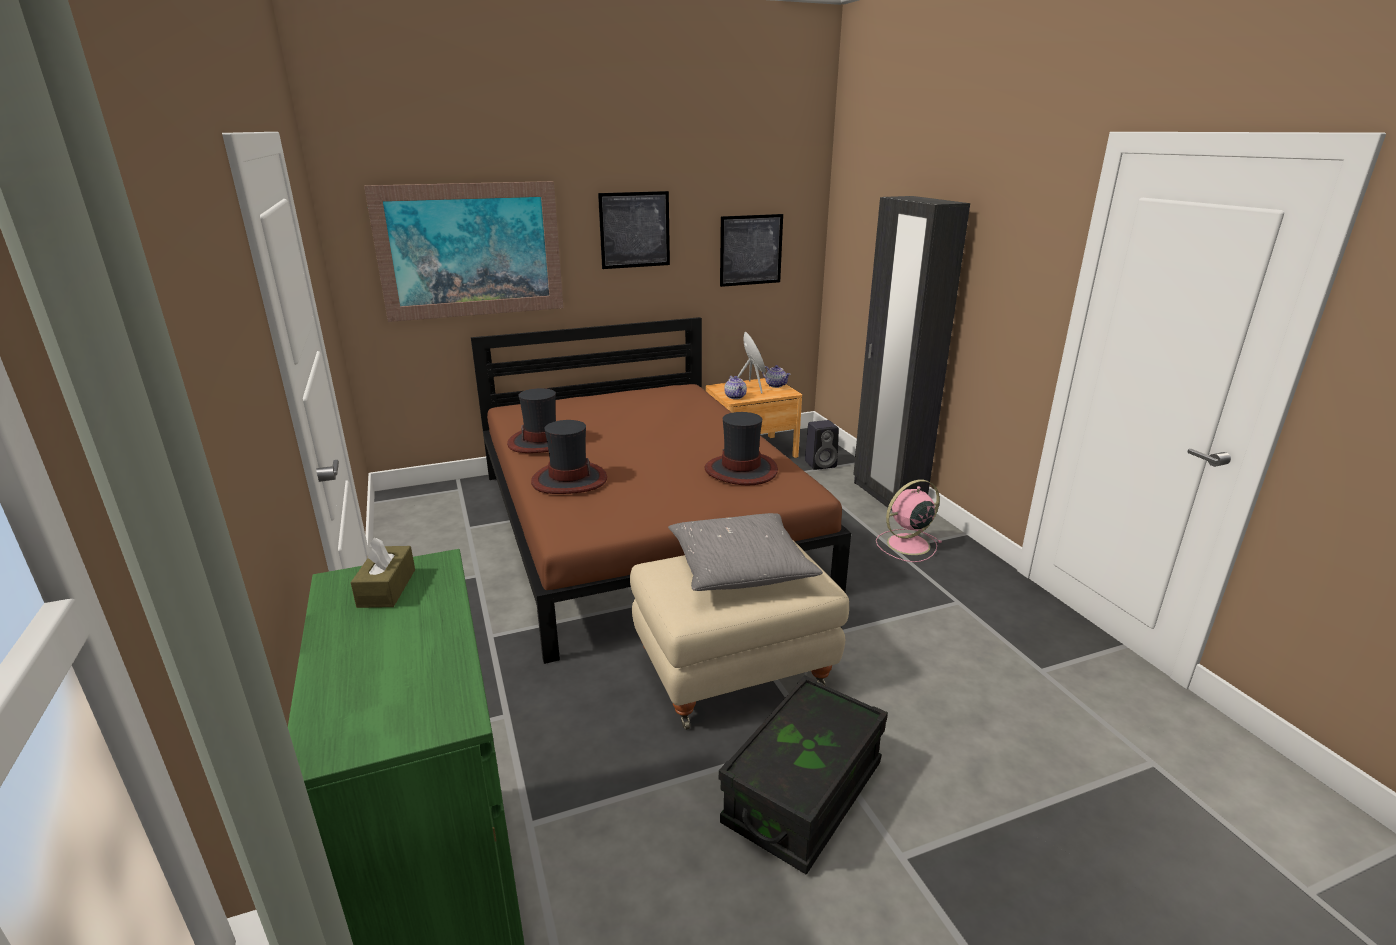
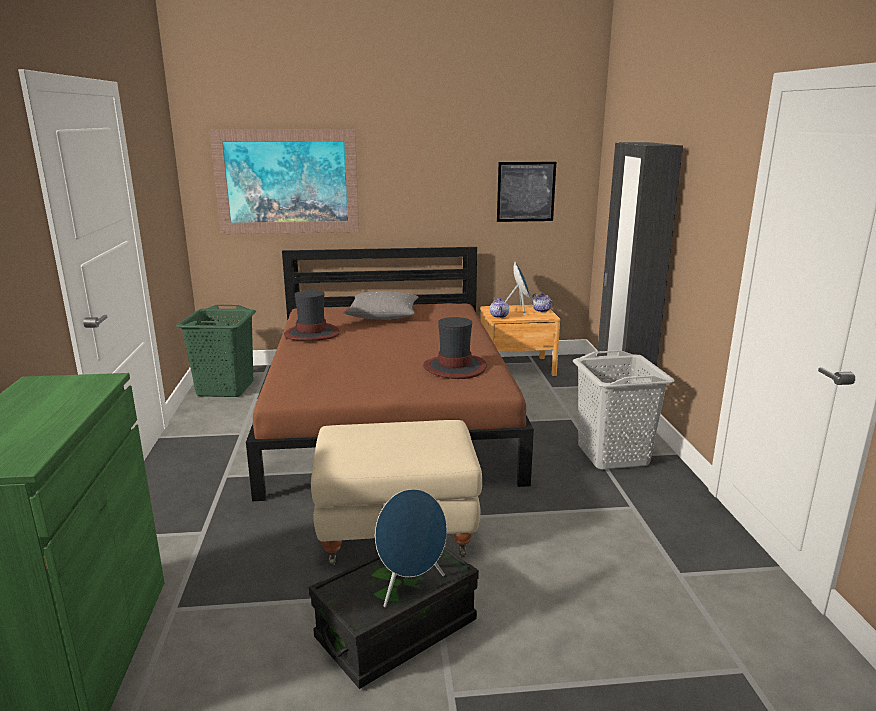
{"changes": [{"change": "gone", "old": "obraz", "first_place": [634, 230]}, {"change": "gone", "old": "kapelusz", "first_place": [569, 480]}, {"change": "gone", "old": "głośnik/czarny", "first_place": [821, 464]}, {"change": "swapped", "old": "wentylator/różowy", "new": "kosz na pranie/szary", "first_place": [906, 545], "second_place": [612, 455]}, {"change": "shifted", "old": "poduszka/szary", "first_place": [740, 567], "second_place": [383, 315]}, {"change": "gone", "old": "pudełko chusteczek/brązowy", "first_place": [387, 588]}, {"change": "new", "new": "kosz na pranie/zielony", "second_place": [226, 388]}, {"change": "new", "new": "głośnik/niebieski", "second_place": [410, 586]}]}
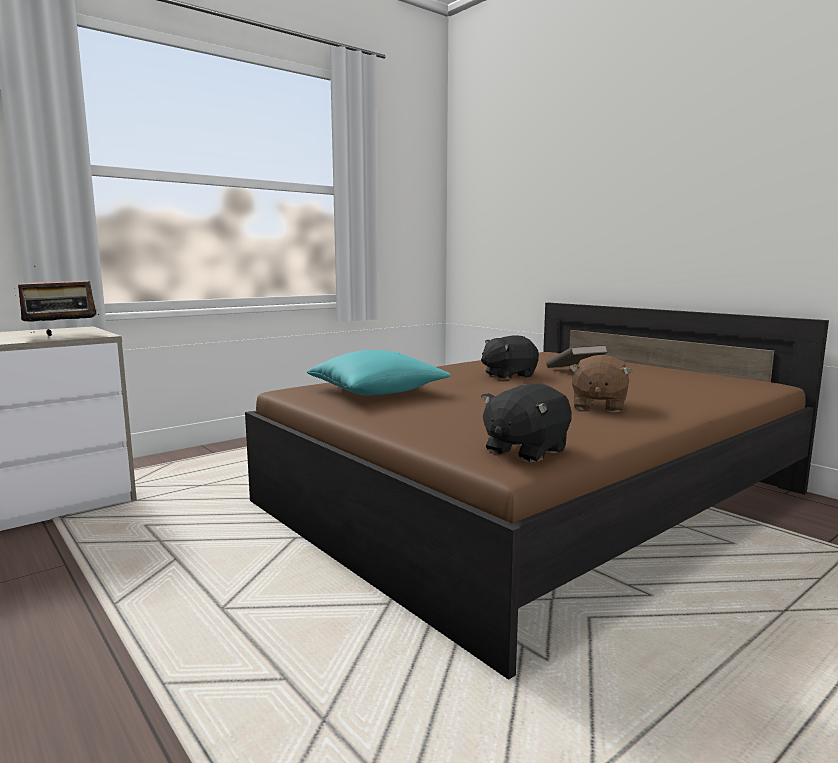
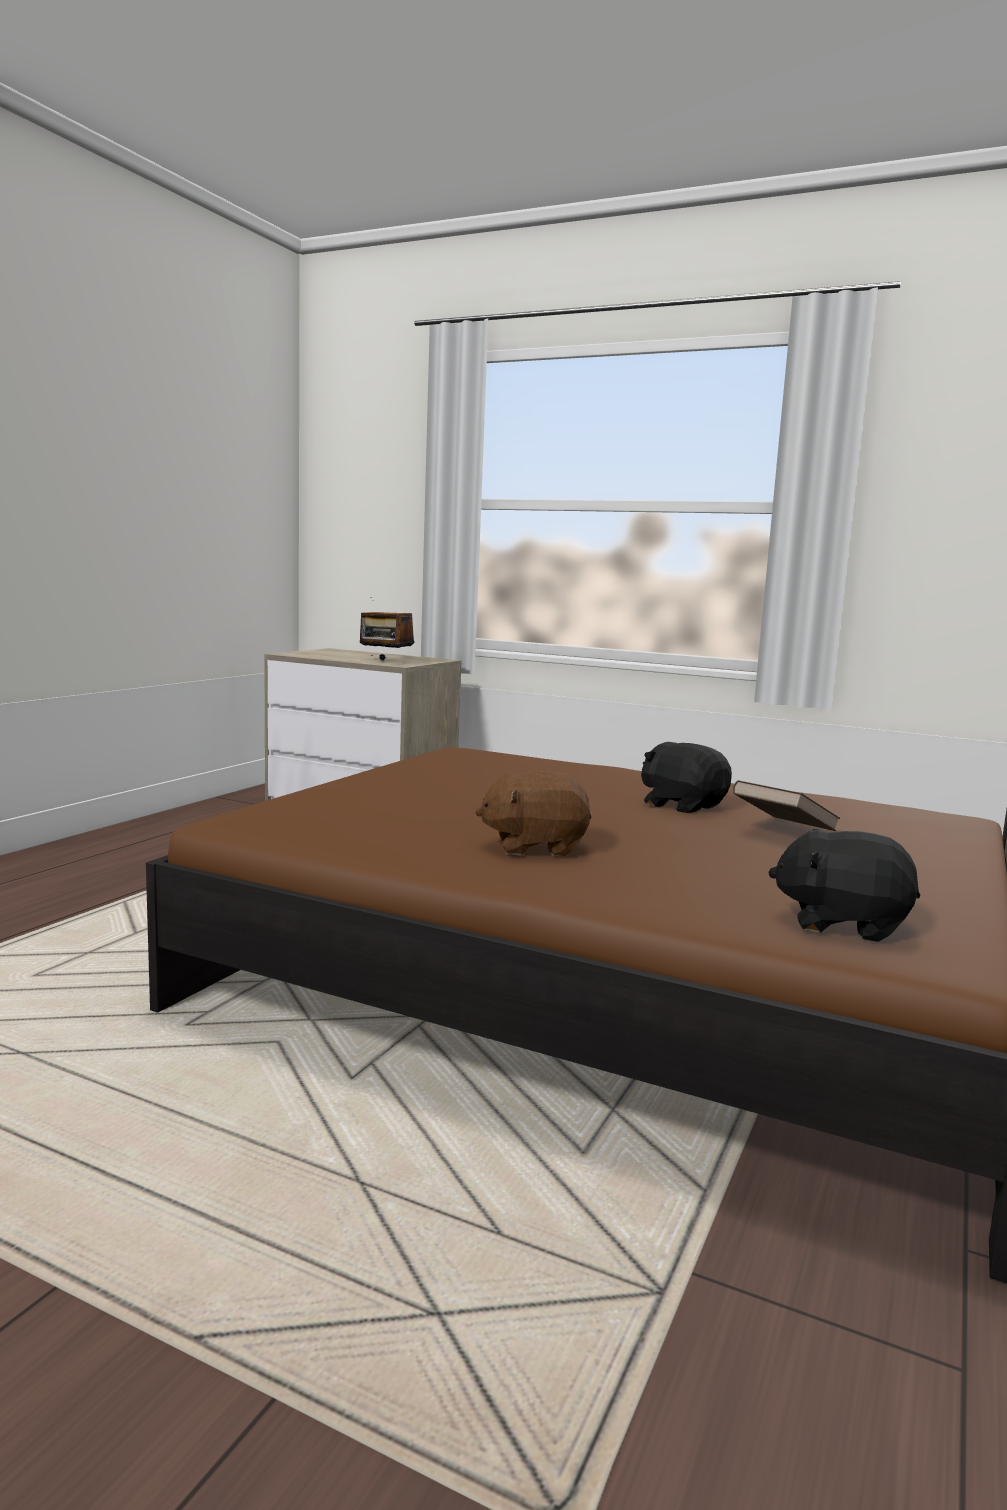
{"changes": [{"change": "gone", "old": "poduszka/turkusowy", "first_place": [377, 391]}, {"change": "shifted", "old": "pluszak/czarny", "first_place": [525, 451], "second_place": [841, 923]}]}
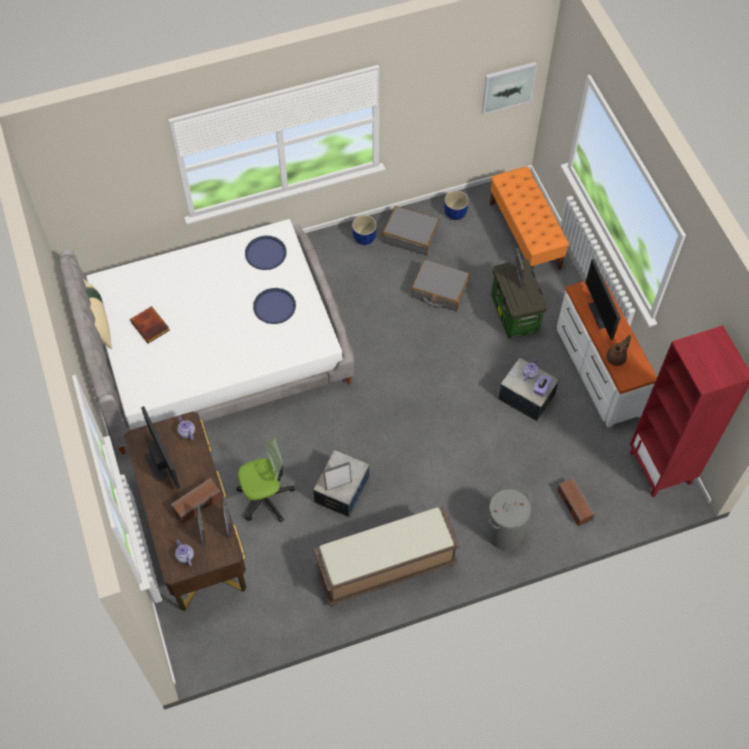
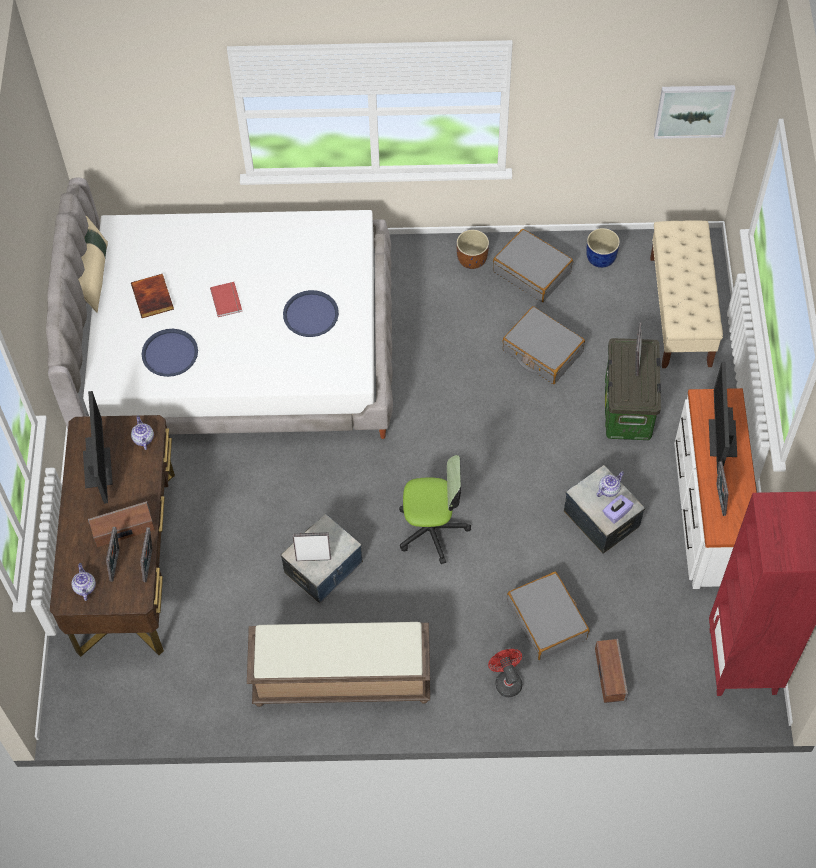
{"changes": [{"change": "repainted", "old": "ławka/pomarańczowy", "new": "ławka/beżowy", "first_place": [525, 236], "second_place": [680, 311]}, {"change": "repainted", "old": "donica/niebieski", "new": "donica/brązowy", "first_place": [364, 238], "second_place": [472, 259]}, {"change": "shifted", "old": "taca/niebieski", "first_place": [265, 253], "second_place": [170, 353]}, {"change": "swapped", "old": "imbryk/brązowy", "new": "ramka na zdjęcie", "first_place": [616, 358], "second_place": [718, 500]}, {"change": "shifted", "old": "krzesło biurowe", "first_place": [265, 497], "second_place": [432, 529]}, {"change": "swapped", "old": "kosz na pranie/szary", "new": "wentylator/czerwony", "first_place": [504, 531], "second_place": [506, 680]}, {"change": "new", "new": "książka/czerwony", "second_place": [227, 300]}, {"change": "new", "new": "walizka/szary", "second_place": [547, 620]}]}
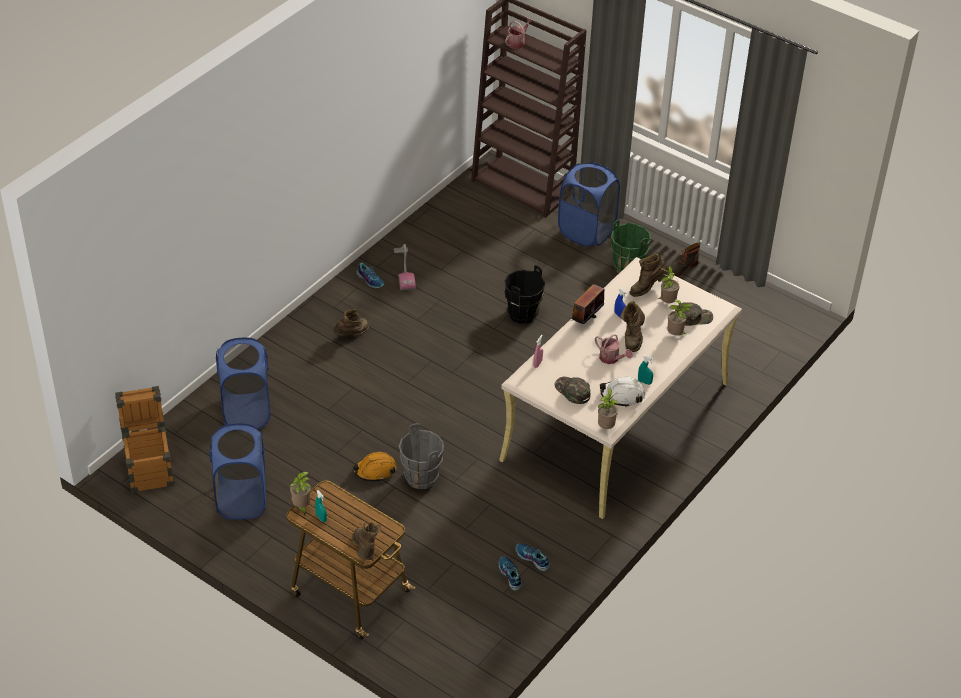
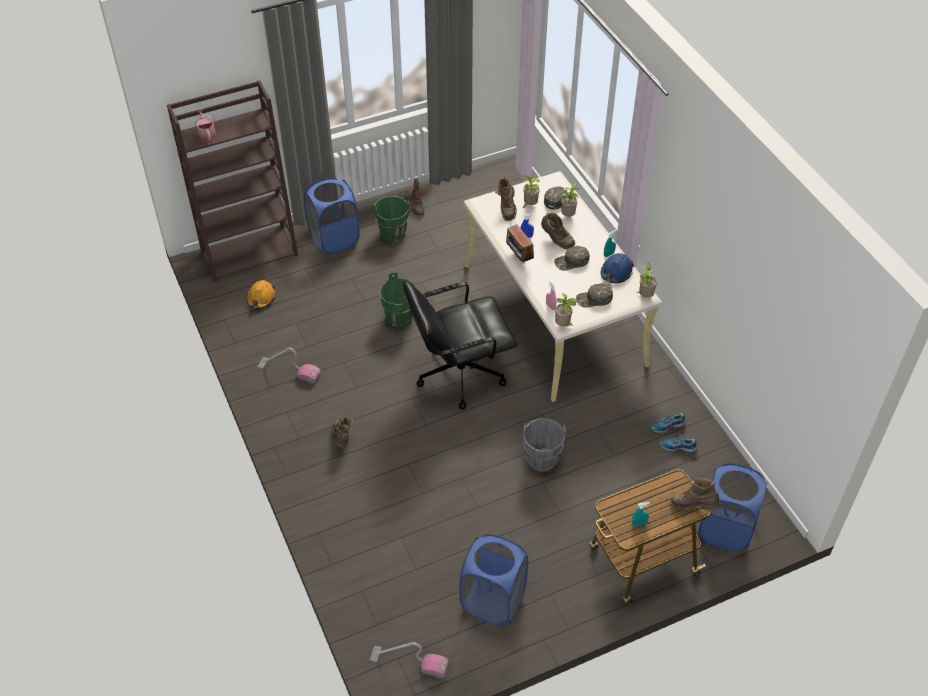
{"changes": [{"change": "gone", "old": "but", "first_place": [370, 280]}, {"change": "repainted", "old": "wiadro/czarny", "new": "wiadro/zielony", "first_place": [522, 314], "second_place": [399, 318]}, {"change": "swapped", "old": "konewka", "new": "czapka z daszkiem/zielony", "first_place": [611, 358], "second_place": [571, 261]}, {"change": "shifted", "old": "kosz na pranie/niebieski", "first_place": [246, 412], "second_place": [725, 529]}, {"change": "repainted", "old": "kask/biały", "new": "kask/niebieski", "first_place": [622, 395], "second_place": [616, 272]}, {"change": "swapped", "old": "skrzynka", "new": "odkurzacz", "first_place": [150, 468], "second_place": [409, 662]}, {"change": "shifted", "old": "kask/pomarańczowy", "first_place": [375, 471], "second_place": [261, 298]}, {"change": "shifted", "old": "roślina doniczkowa", "first_place": [301, 507], "second_place": [563, 325]}, {"change": "new", "new": "krzesło biurowe/czarny", "second_place": [459, 373]}]}
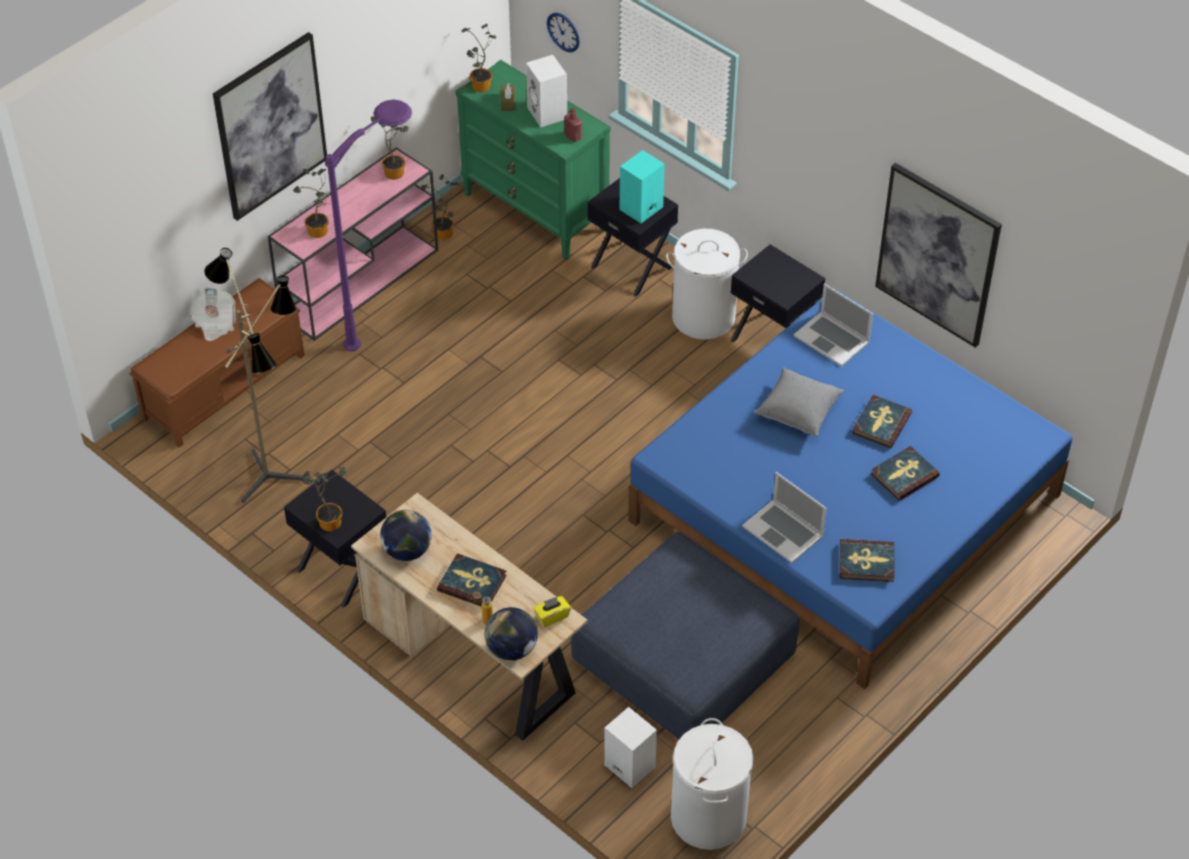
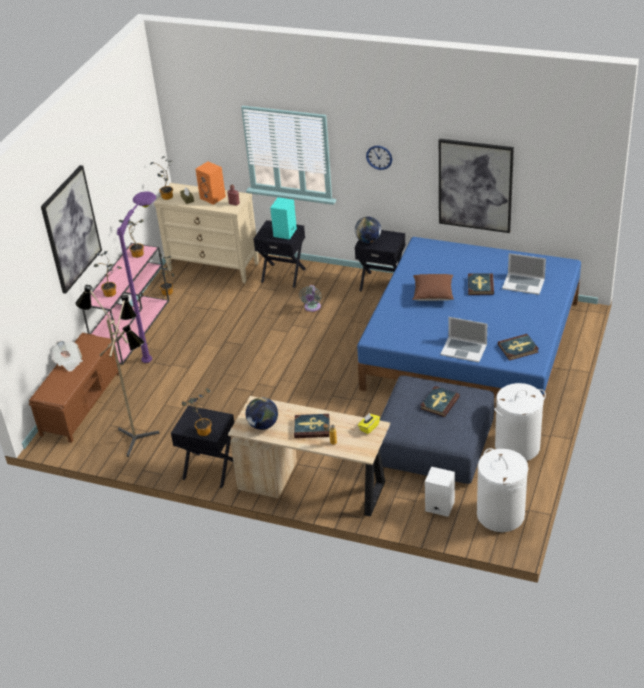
{"changes": [{"change": "shifted", "old": "zegar ścienny", "first_place": [563, 32], "second_place": [379, 157]}, {"change": "repainted", "old": "głośnik/biały", "new": "głośnik/pomarańczowy", "first_place": [548, 113], "second_place": [213, 197]}, {"change": "repainted", "old": "komoda/zielony", "new": "komoda/beżowy", "first_place": [536, 212], "second_place": [214, 267]}, {"change": "shifted", "old": "kosz na pranie/biały", "first_place": [703, 317], "second_place": [517, 447]}, {"change": "shifted", "old": "laptop", "first_place": [832, 339], "second_place": [523, 283]}, {"change": "repainted", "old": "poduszka/szary", "new": "poduszka/brązowy", "first_place": [798, 411], "second_place": [433, 294]}, {"change": "shifted", "old": "książka", "first_place": [904, 475], "second_place": [439, 403]}, {"change": "shifted", "old": "globus", "first_place": [512, 649], "second_place": [368, 240]}, {"change": "new", "new": "wentylator/szary", "second_place": [312, 308]}]}
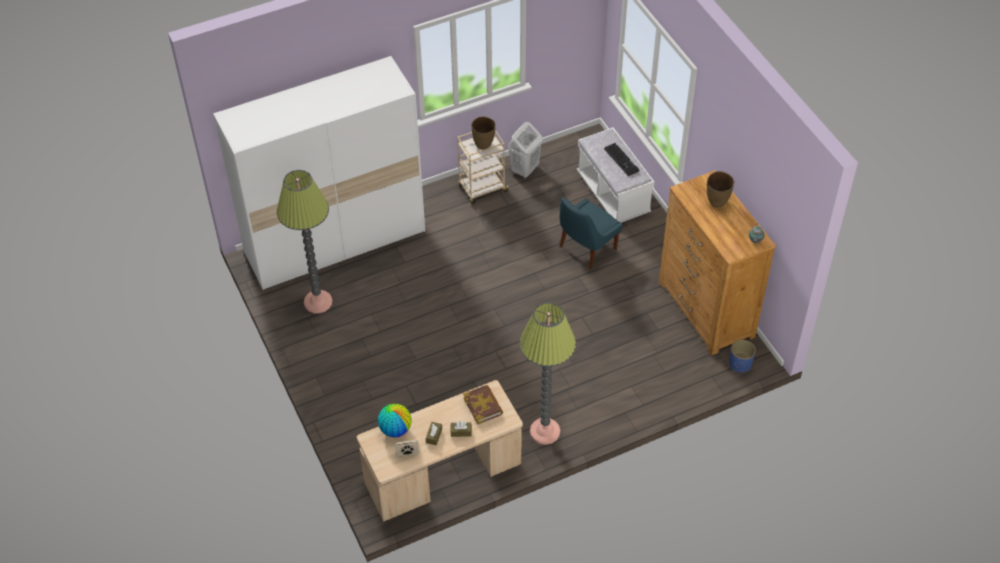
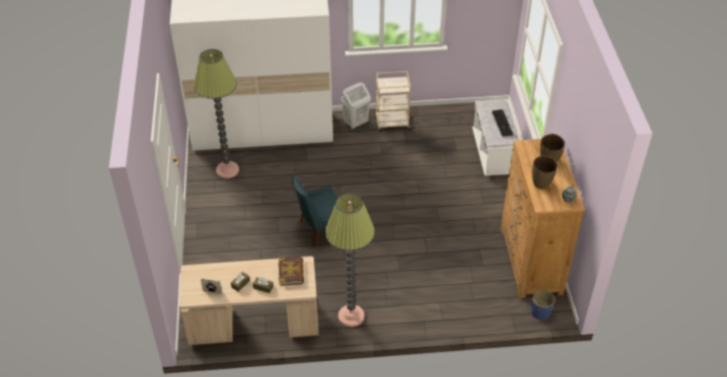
{"changes": [{"change": "shifted", "old": "wazon/brązowy", "first_place": [483, 144], "second_place": [541, 184]}, {"change": "shifted", "old": "kosz na pranie/biały", "first_place": [524, 170], "second_place": [355, 123]}, {"change": "shifted", "old": "krzesło/niebieski", "first_place": [586, 249], "second_place": [320, 229]}, {"change": "gone", "old": "globus", "first_place": [395, 429]}]}
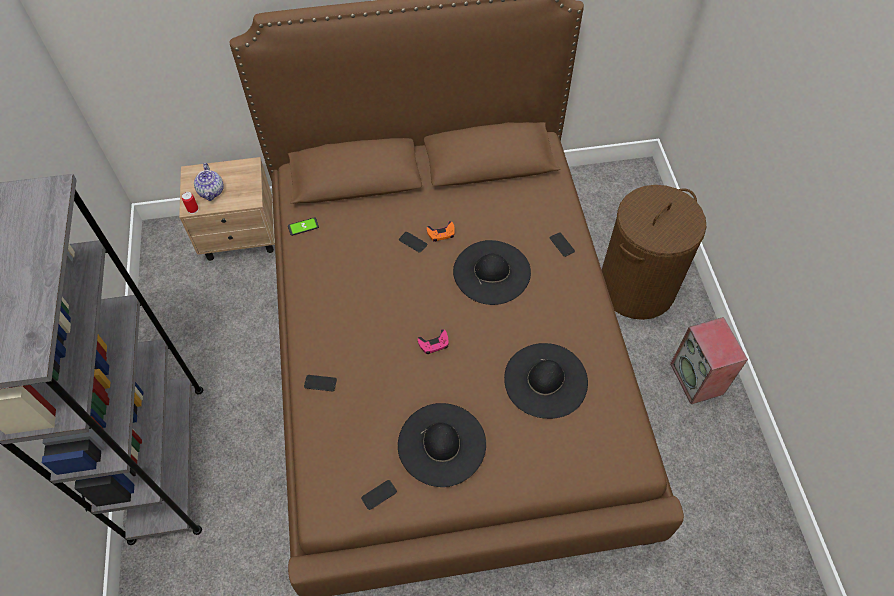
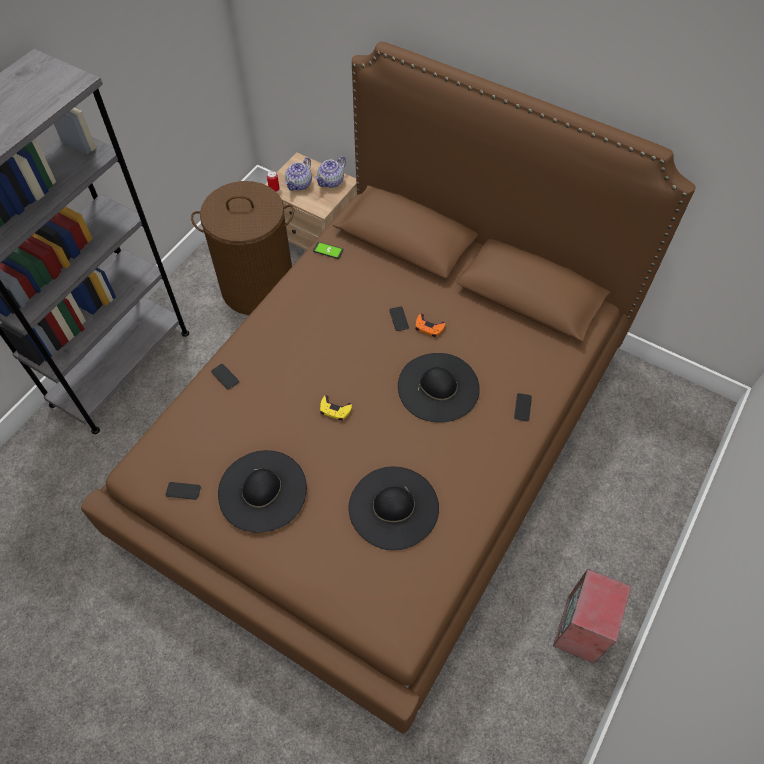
{"changes": [{"change": "shifted", "old": "kosz na pranie/brązowy", "first_place": [636, 287], "second_place": [258, 287]}, {"change": "repainted", "old": "pad do gier/różowy", "new": "pad do gier/żółty", "first_place": [434, 343], "second_place": [335, 410]}, {"change": "new", "new": "imbryk", "second_place": [331, 182]}]}
